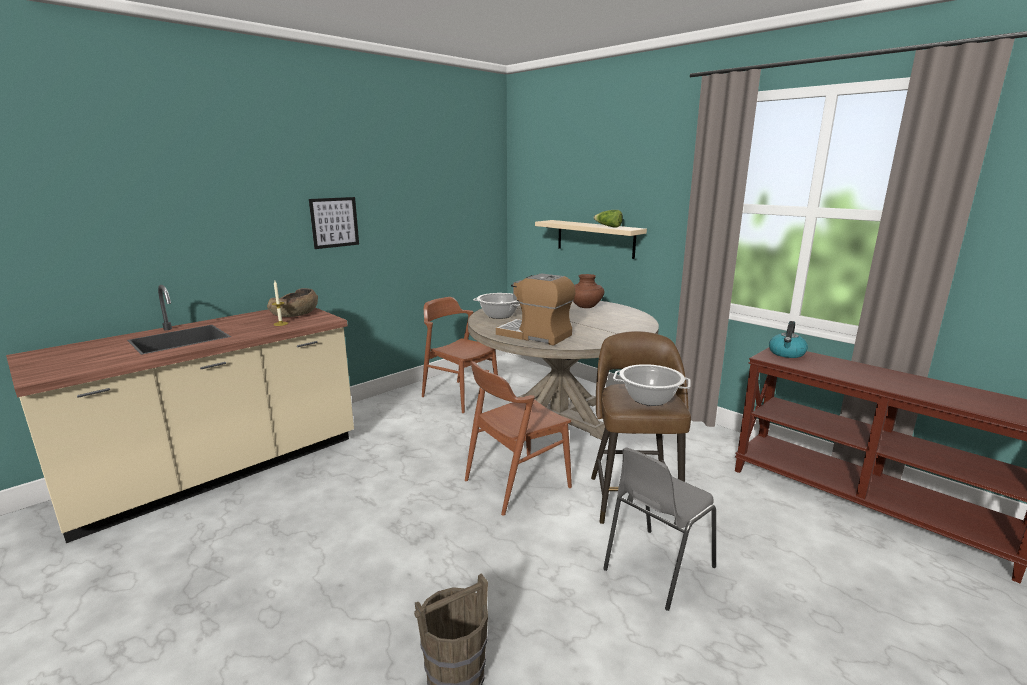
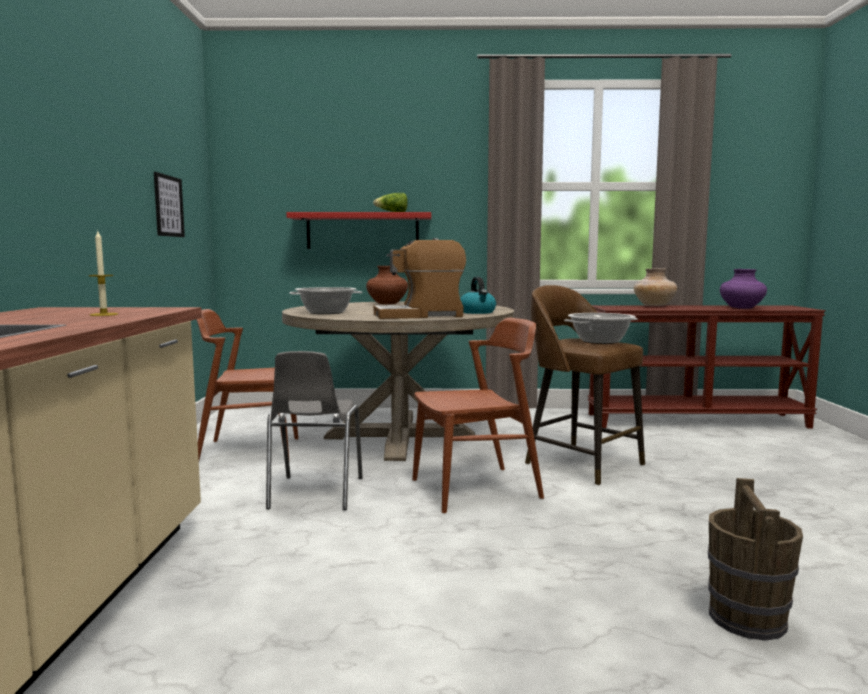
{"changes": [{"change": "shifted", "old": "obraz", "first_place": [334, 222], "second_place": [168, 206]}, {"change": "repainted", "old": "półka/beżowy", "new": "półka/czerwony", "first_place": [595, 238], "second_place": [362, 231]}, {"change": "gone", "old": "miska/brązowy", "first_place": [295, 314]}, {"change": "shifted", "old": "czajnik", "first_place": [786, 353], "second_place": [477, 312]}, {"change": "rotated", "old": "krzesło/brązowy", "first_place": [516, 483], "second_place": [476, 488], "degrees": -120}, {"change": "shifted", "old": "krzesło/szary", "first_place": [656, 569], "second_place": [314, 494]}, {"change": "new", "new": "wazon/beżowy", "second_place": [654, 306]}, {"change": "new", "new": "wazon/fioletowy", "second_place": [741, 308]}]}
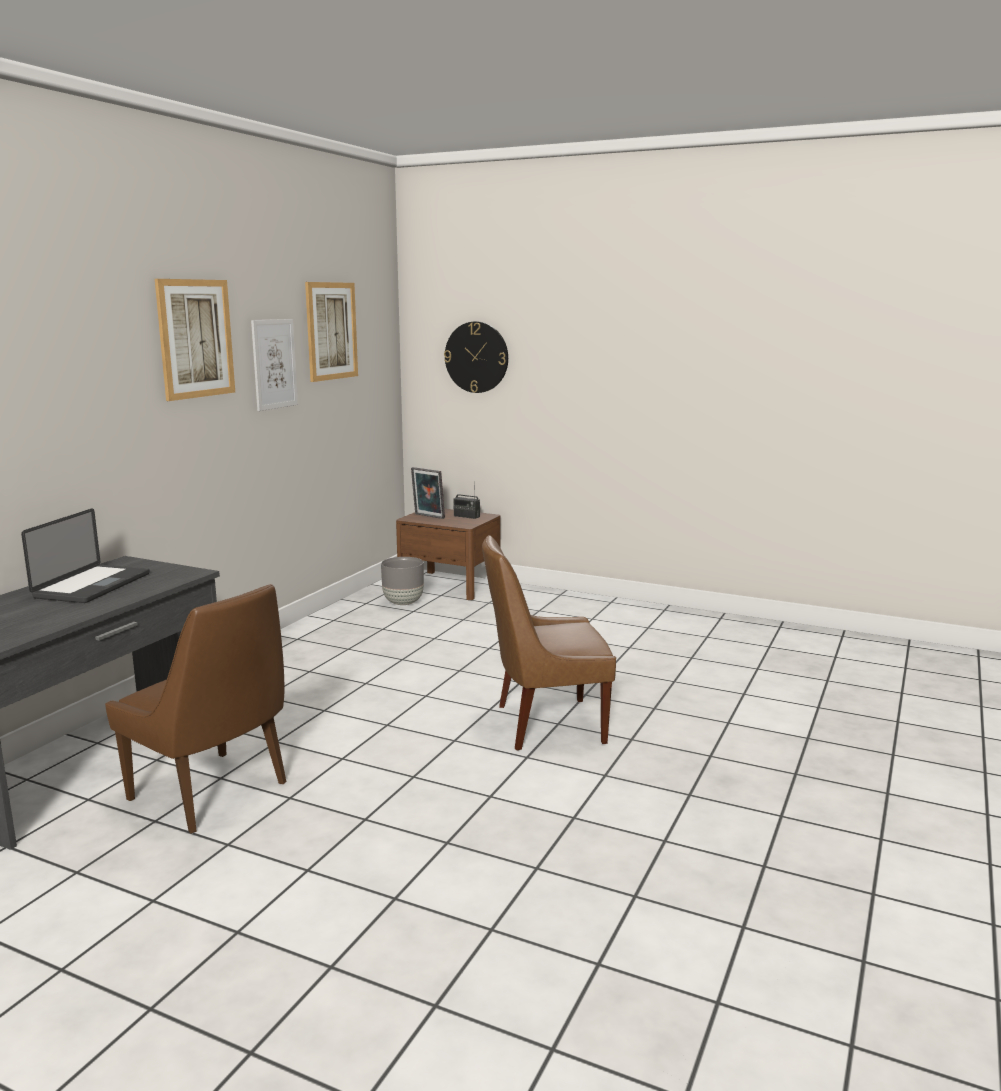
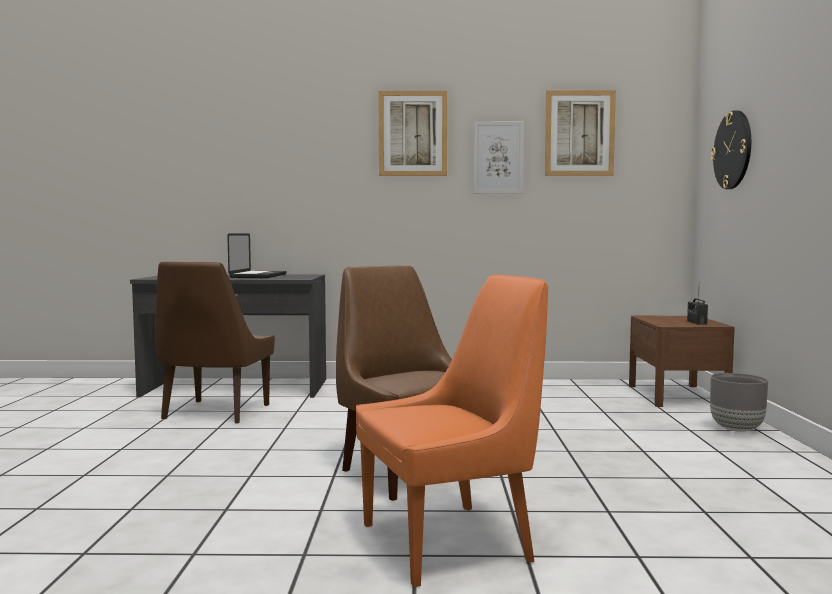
{"changes": [{"change": "gone", "old": "ramka na zdjęcie", "first_place": [428, 516]}, {"change": "rotated", "old": "laptop", "first_place": [93, 586], "second_place": [258, 276], "degrees": -75}, {"change": "shifted", "old": "donica/szary", "first_place": [403, 603], "second_place": [736, 429]}, {"change": "new", "new": "krzesło/pomarańczowy", "second_place": [451, 541]}]}
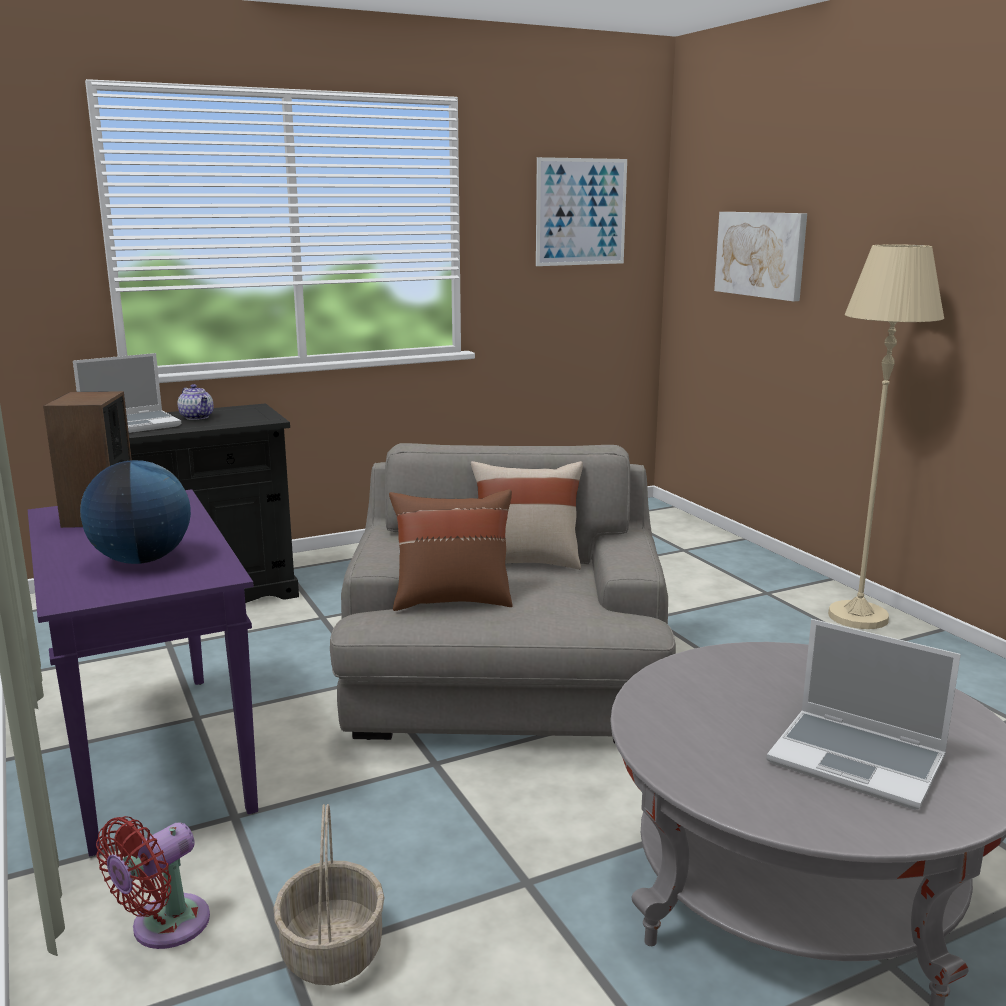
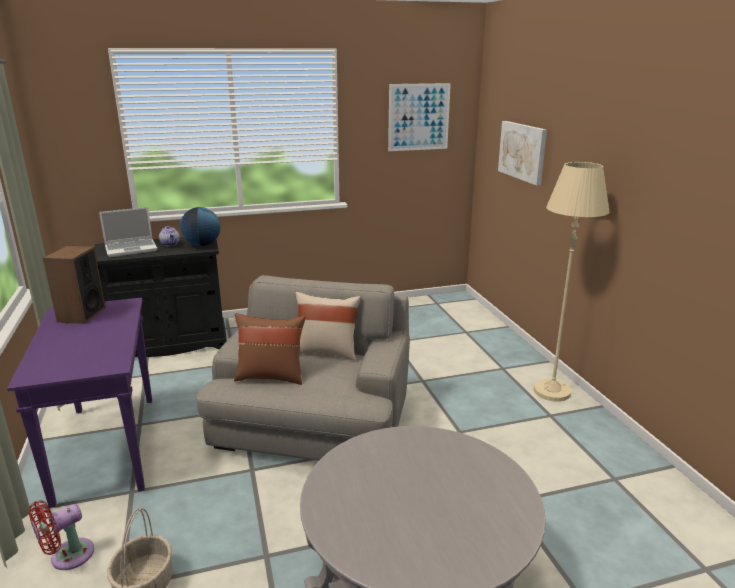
{"changes": [{"change": "shifted", "old": "globus", "first_place": [142, 560], "second_place": [202, 245]}, {"change": "gone", "old": "laptop", "first_place": [859, 760]}]}
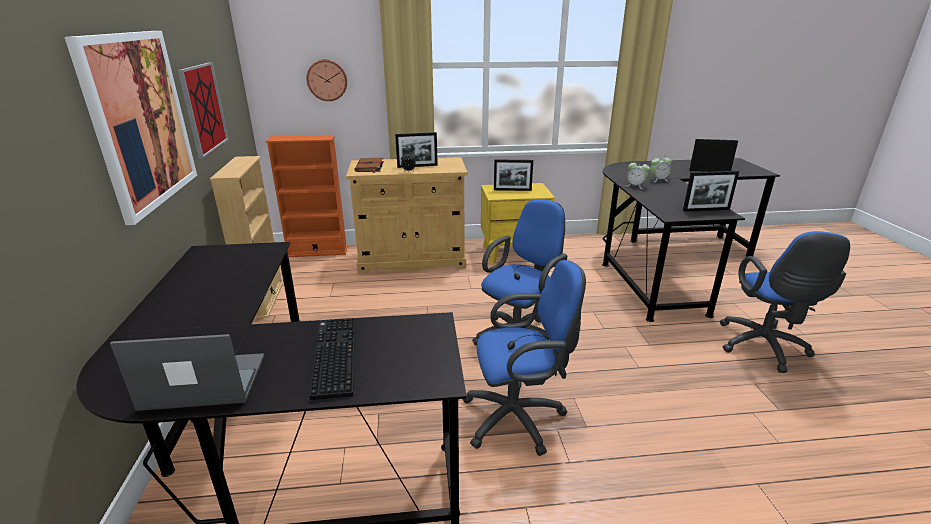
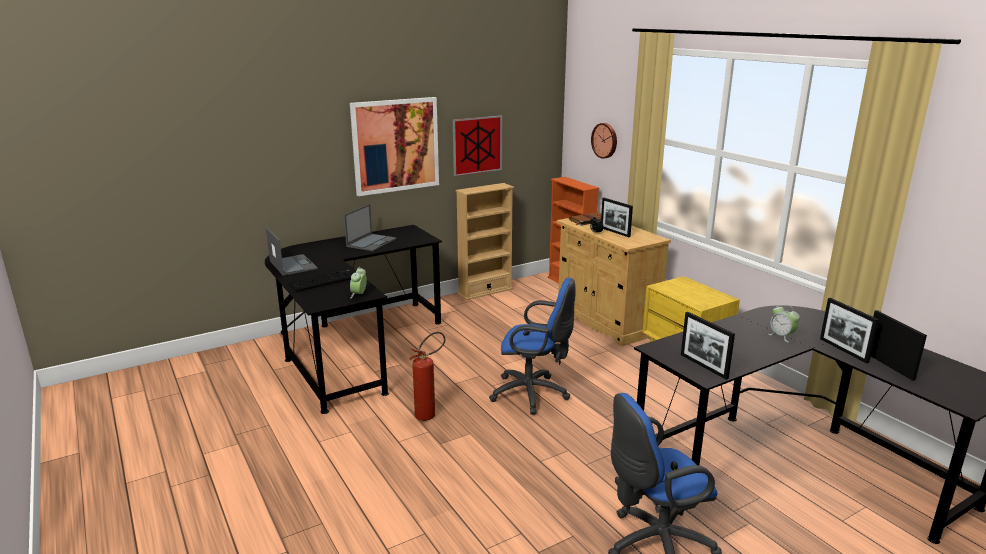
{"changes": [{"change": "shifted", "old": "ramka na zdjęcie", "first_place": [512, 190], "second_place": [843, 350]}, {"change": "shifted", "old": "budzik", "first_place": [635, 186], "second_place": [359, 295]}, {"change": "swapped", "old": "krzesło biurowe/niebieski", "new": "gaśnica", "first_place": [519, 418], "second_place": [430, 414]}, {"change": "new", "new": "laptop", "second_place": [372, 242]}]}
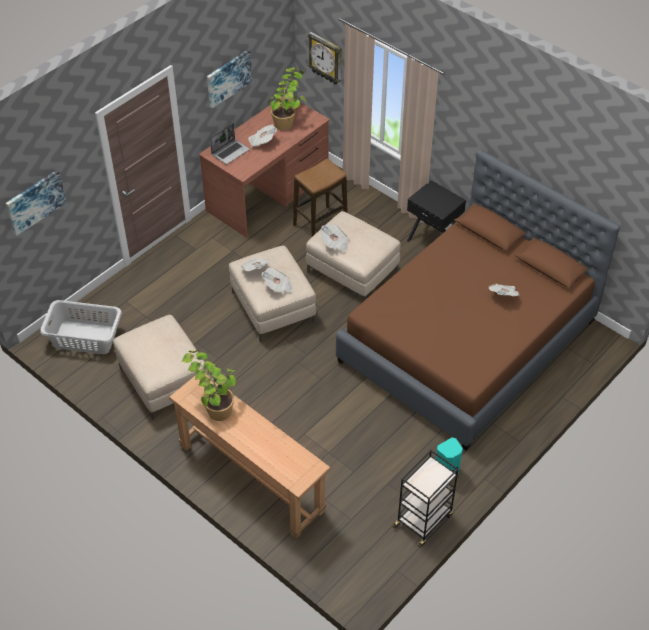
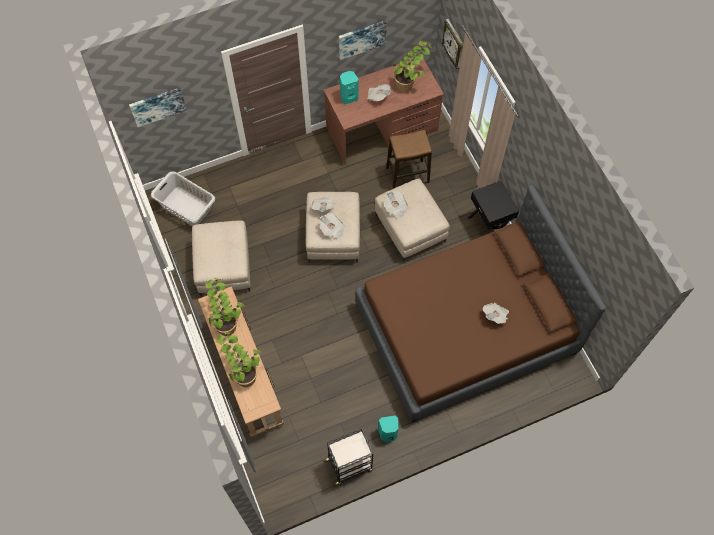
{"changes": [{"change": "swapped", "old": "laptop", "new": "głośnik/turkusowy", "first_place": [230, 152], "second_place": [348, 97]}, {"change": "new", "new": "roślina doniczkowa", "second_place": [242, 369]}]}
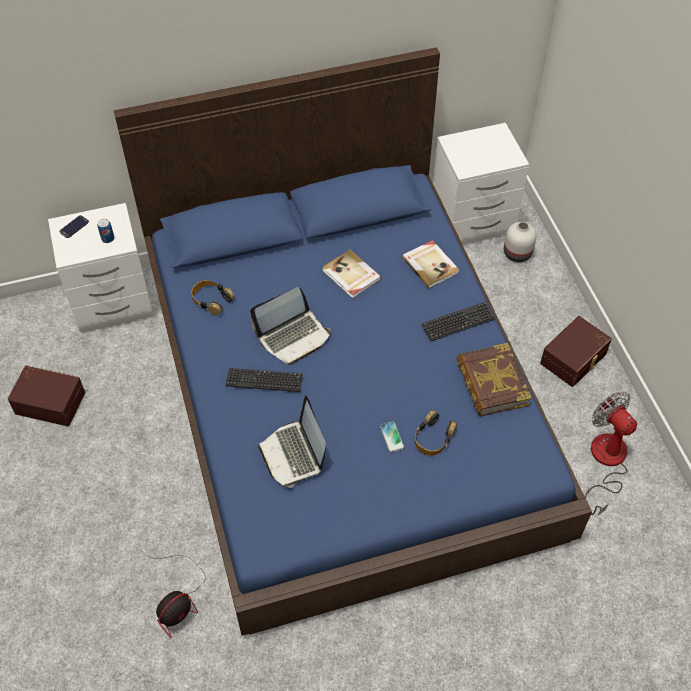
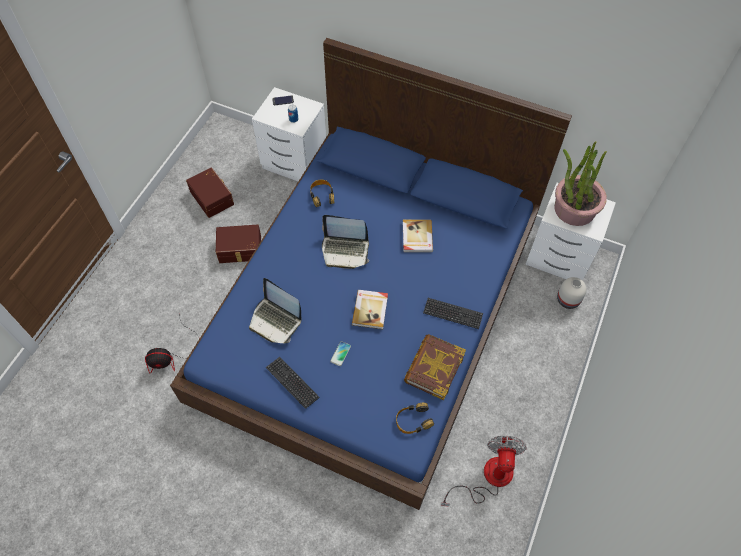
{"changes": [{"change": "shifted", "old": "książka", "first_place": [430, 265], "second_place": [370, 310]}, {"change": "shifted", "old": "pojemnik do przechowywania/brązowy", "first_place": [574, 359], "second_place": [240, 250]}, {"change": "shifted", "old": "klawiatura", "first_place": [264, 381], "second_place": [292, 383]}, {"change": "rotated", "old": "laptop", "first_place": [294, 454], "second_place": [275, 320], "degrees": -75}, {"change": "shifted", "old": "słuchawki", "first_place": [433, 437], "second_place": [413, 420]}, {"change": "new", "new": "roślina doniczkowa", "second_place": [574, 209]}]}
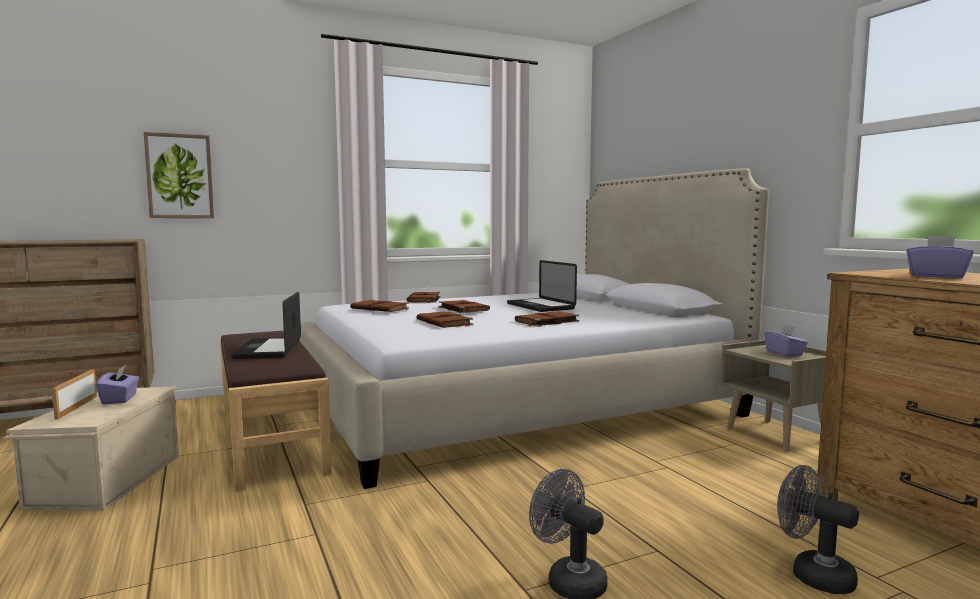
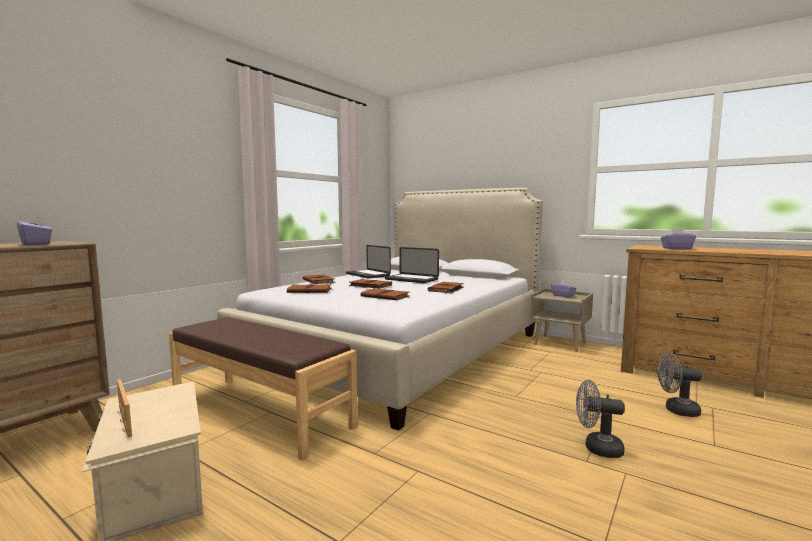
{"changes": [{"change": "gone", "old": "obraz", "first_place": [179, 176]}, {"change": "shifted", "old": "laptop", "first_place": [268, 349], "second_place": [367, 275]}, {"change": "shifted", "old": "pudełko chusteczek/fioletowy", "first_place": [120, 399], "second_place": [36, 244]}]}
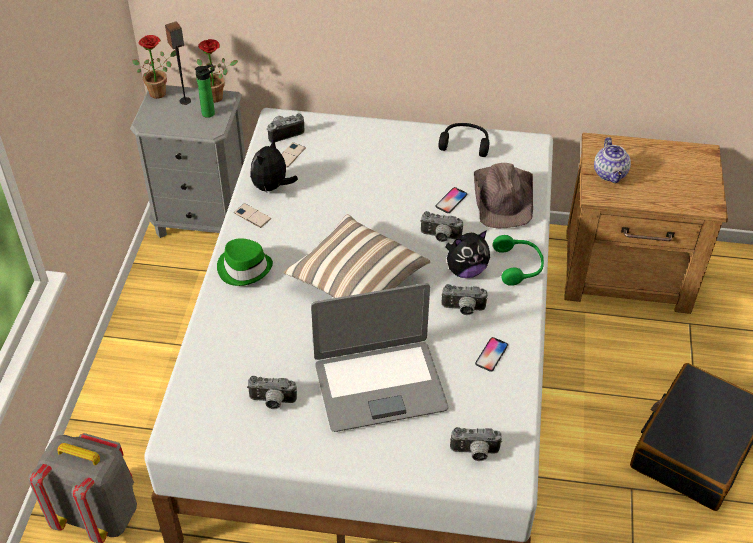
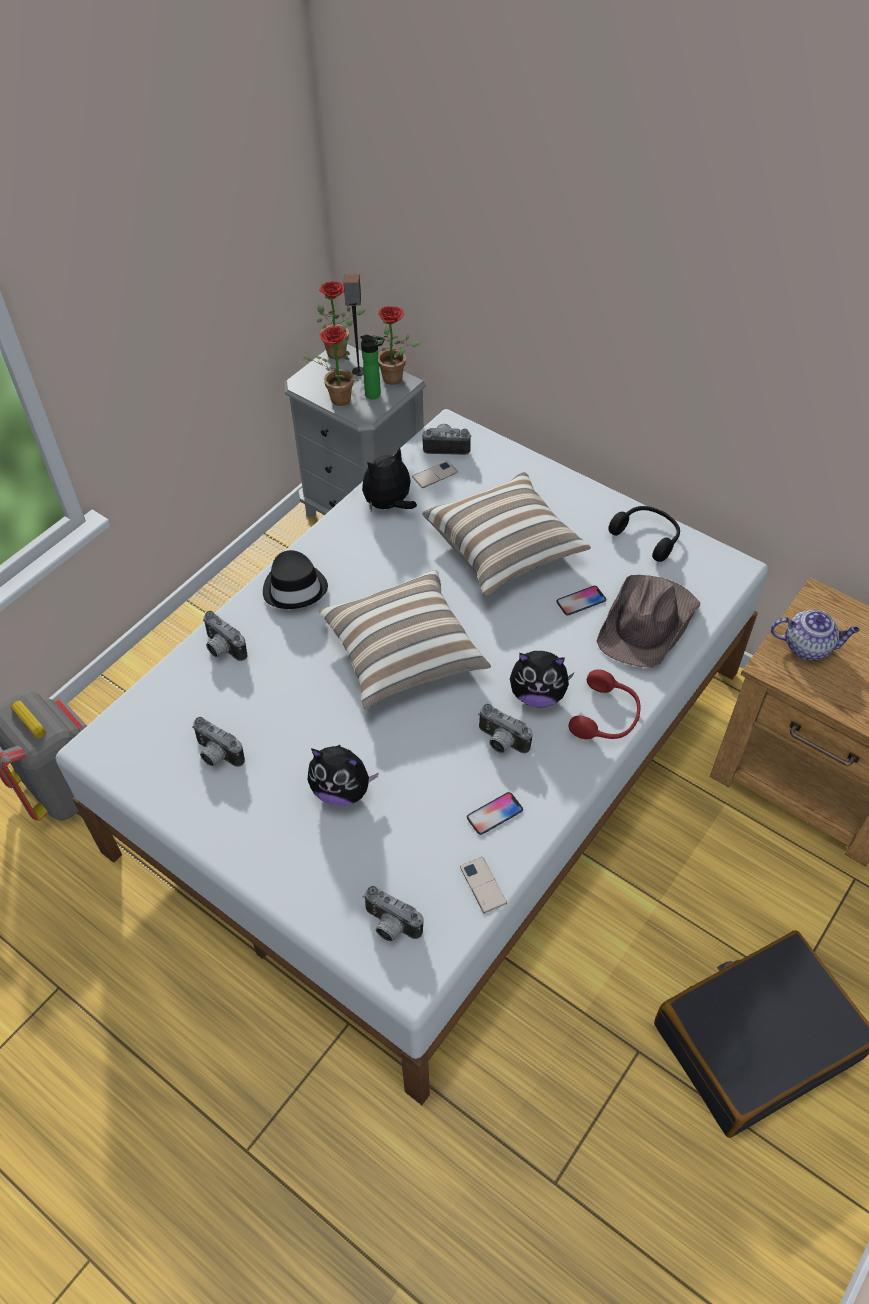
{"changes": [{"change": "rotated", "old": "imbryk", "first_place": [610, 174], "second_place": [808, 646], "degrees": -105}, {"change": "shifted", "old": "telefon", "first_place": [252, 216], "second_place": [483, 885]}, {"change": "shifted", "old": "aparat fotograficzny", "first_place": [440, 237], "second_place": [222, 649]}, {"change": "repainted", "old": "słuchawki/zielony", "new": "słuchawki/czerwony", "first_place": [519, 266], "second_place": [606, 717]}, {"change": "repainted", "old": "kapelusz/zielony", "new": "kapelusz/czarny", "first_place": [244, 268], "second_place": [295, 587]}, {"change": "swapped", "old": "laptop", "new": "pluszak", "first_place": [379, 385], "second_place": [342, 790]}, {"change": "new", "new": "roślina doniczkowa", "second_place": [336, 400]}, {"change": "new", "new": "poduszka", "second_place": [504, 548]}]}
